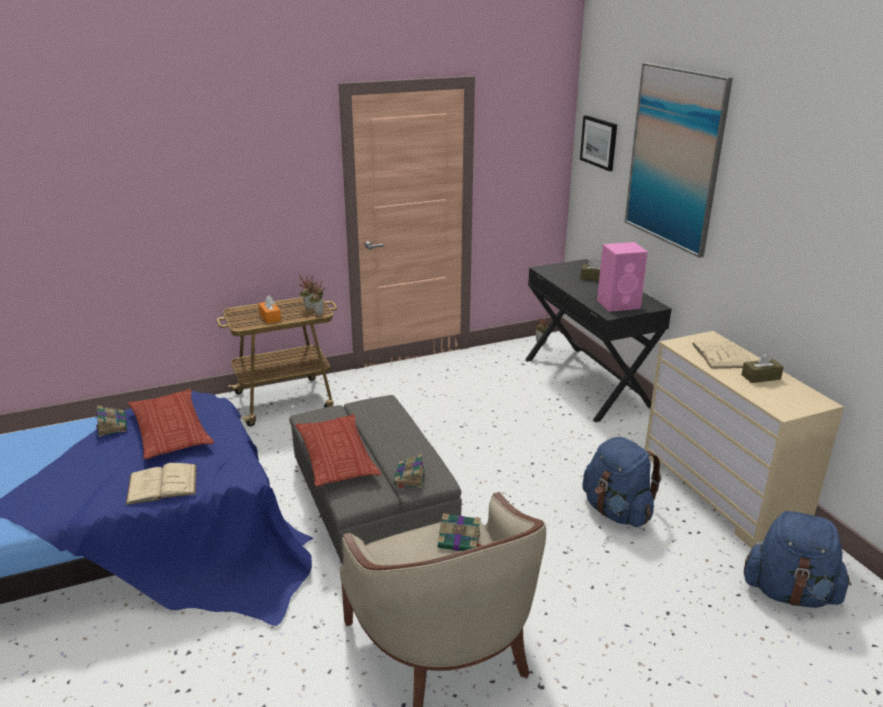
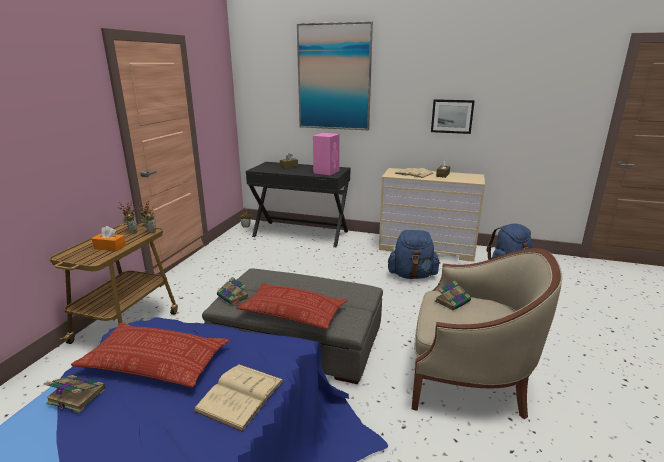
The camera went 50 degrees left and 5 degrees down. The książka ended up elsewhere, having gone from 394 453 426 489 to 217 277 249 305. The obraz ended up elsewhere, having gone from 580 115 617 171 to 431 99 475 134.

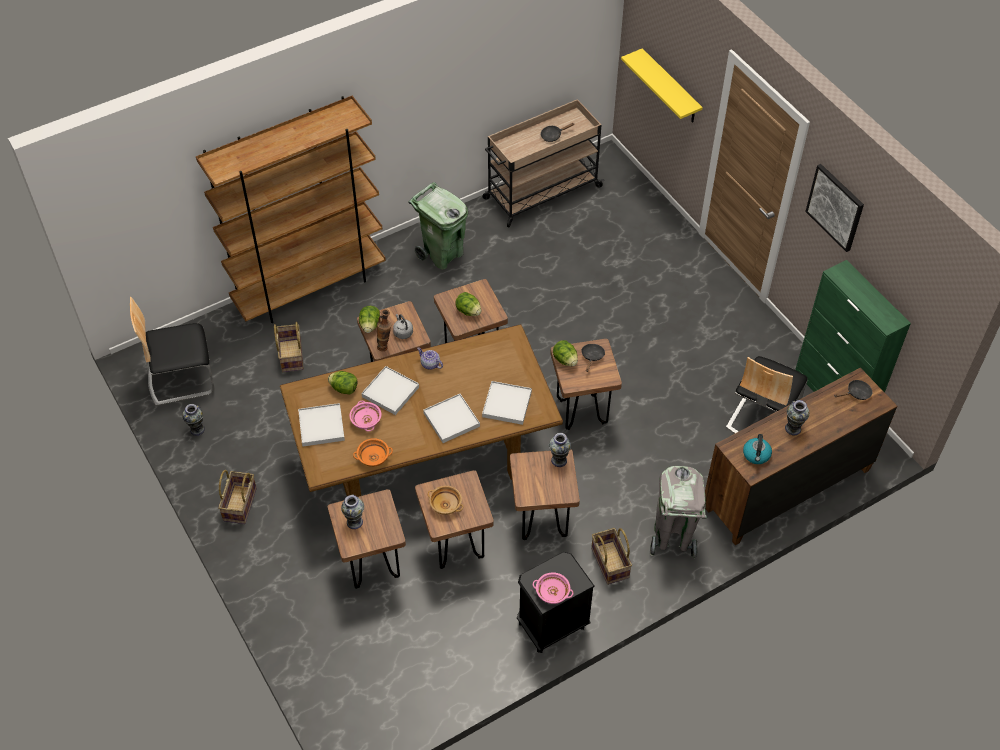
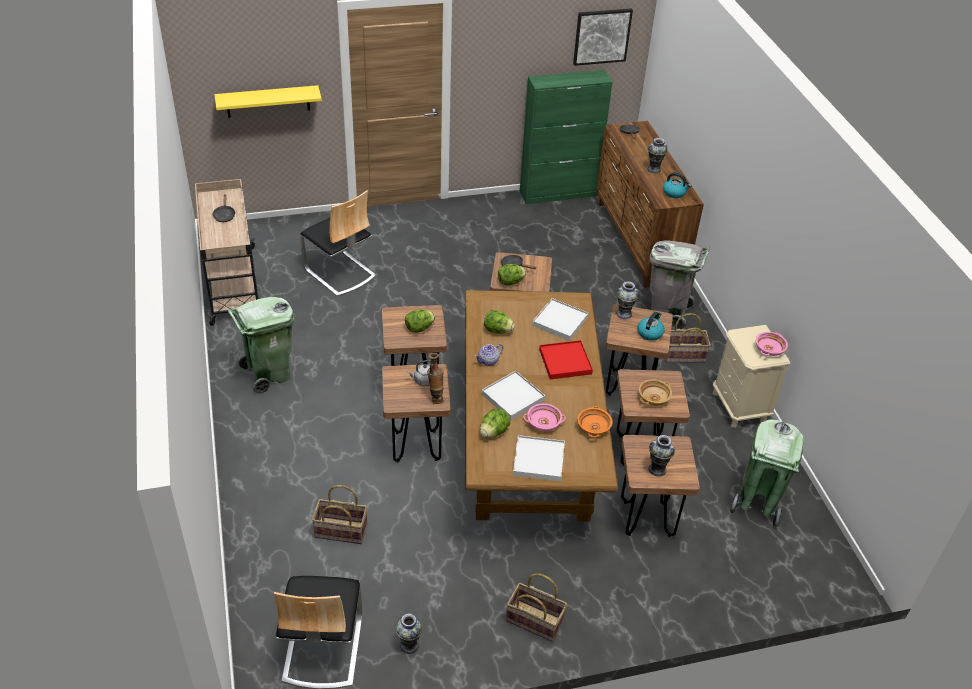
The camera went 75 degrees left and 10 degrees down. The krzesło ended up elsewhere, having gone from 726 356 808 434 to 300 190 376 296. The sałata ended up elsewhere, having gone from 359 306 380 333 to 484 310 515 334. What was the taca [biały] at 423 394 480 443 turned into the taca [czerwony] at 539 340 593 379. The obraz ended up elsewhere, having gone from 805 164 864 252 to 573 9 633 66. The second view gained the czajnik at 637 312 665 341. What was the szafka nocna [czarny] at 517 552 595 653 turned into the szafka nocna [beżowy] at 713 325 790 428. The second view gained the kosz na śmieci [zielony] at 729 419 804 528. The second view lost the regał [brązowy] at 196 96 386 323.

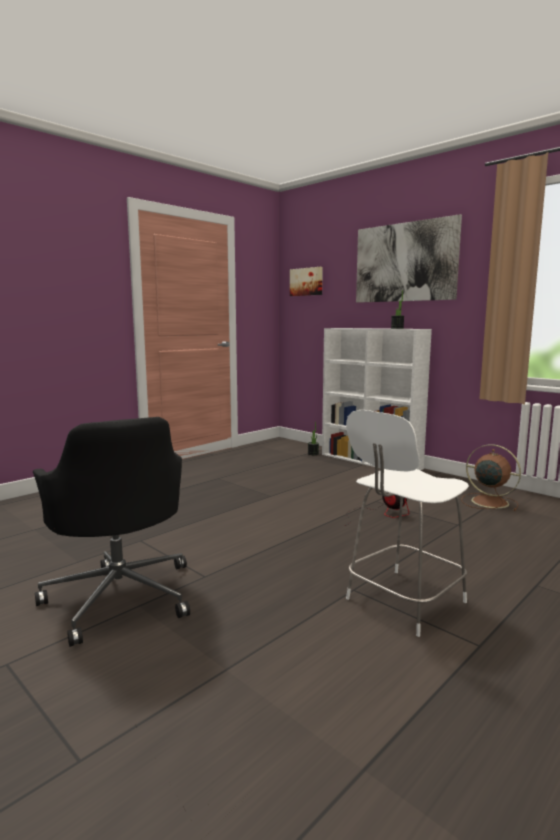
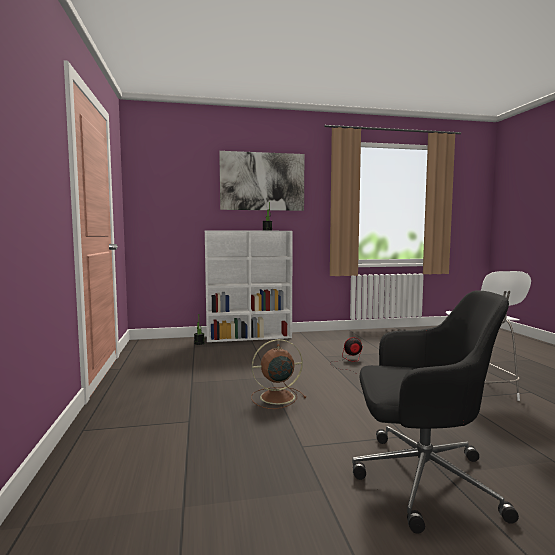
The camera went 55 degrees left and 5 degrees down. The wentylator [brązowy] ended up elsewhere, having gone from 461 444 521 511 to 251 339 306 409. The second view lost the obraz at 290 267 323 296.

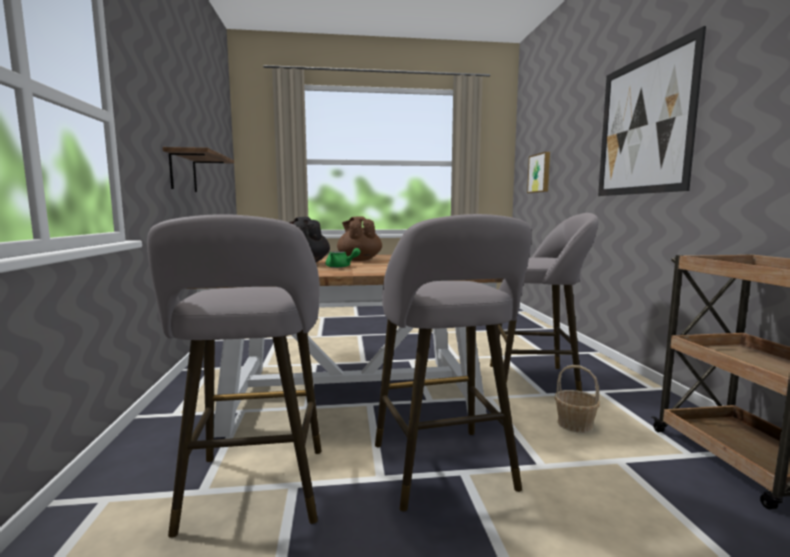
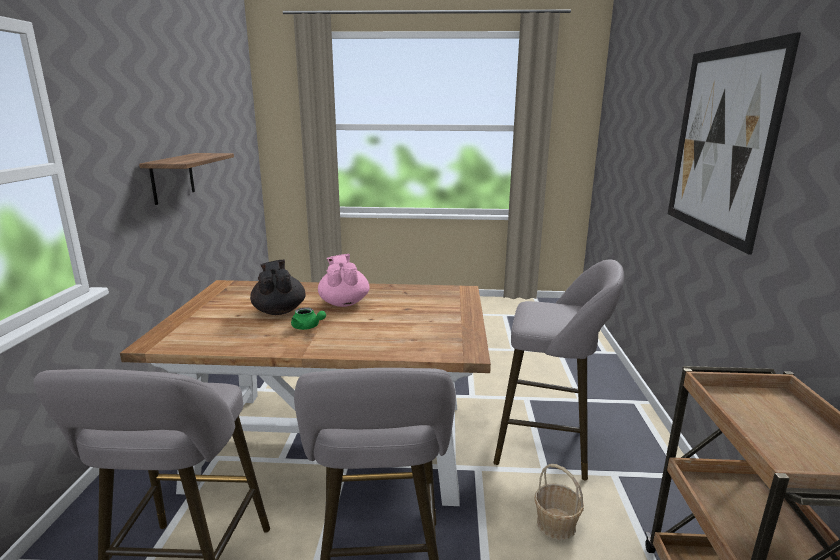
The camera went 10 degrees right and 10 degrees up. What was the imbryk [brązowy] at 337 216 382 261 turned into the imbryk [różowy] at 318 254 370 307. The second view lost the obraz at 527 152 550 193.

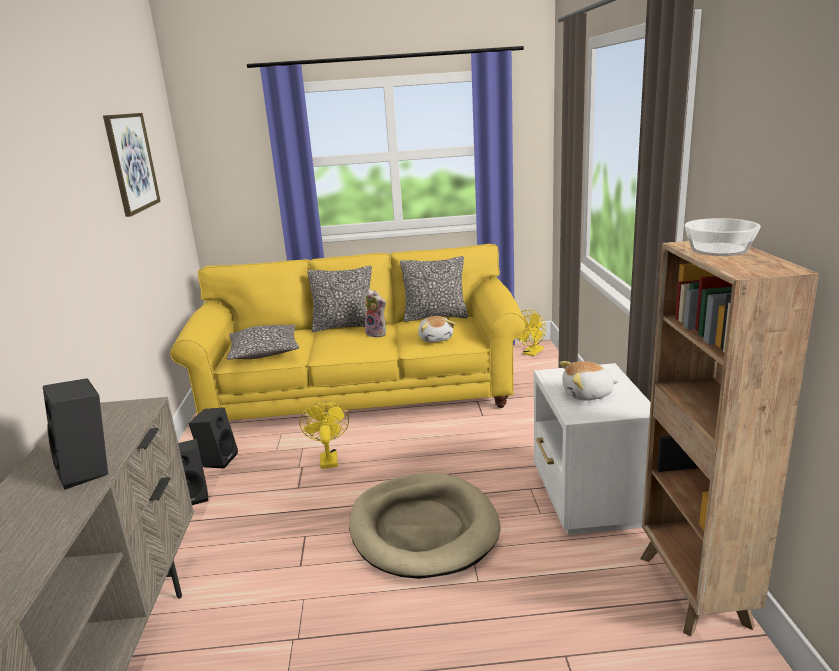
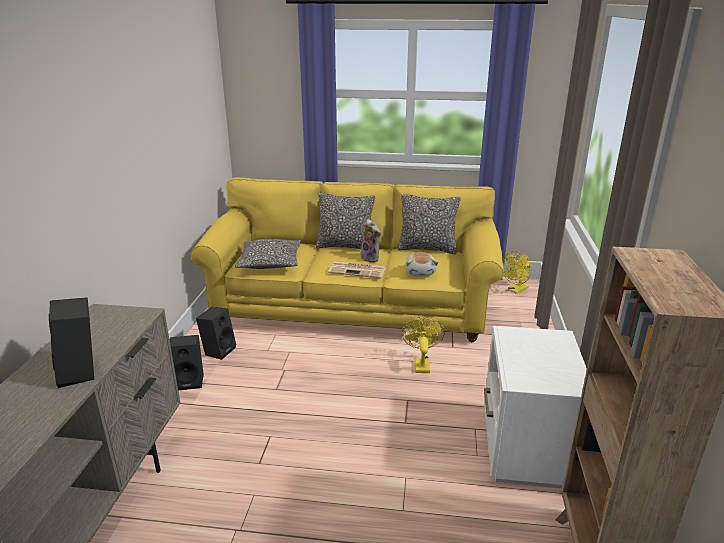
The camera went 10 degrees right and 5 degrees up. The second view gained the gazeta at 328 261 386 278. The wentylator [żółty] ended up elsewhere, having gone from 300 402 349 469 to 402 317 445 373. The second view lost the obraz at 103 113 161 217. The second view lost the legowisko [beżowy] at 349 473 501 579. The second view lost the pluszak at 559 361 619 400. The second view lost the miska at 685 218 761 256.

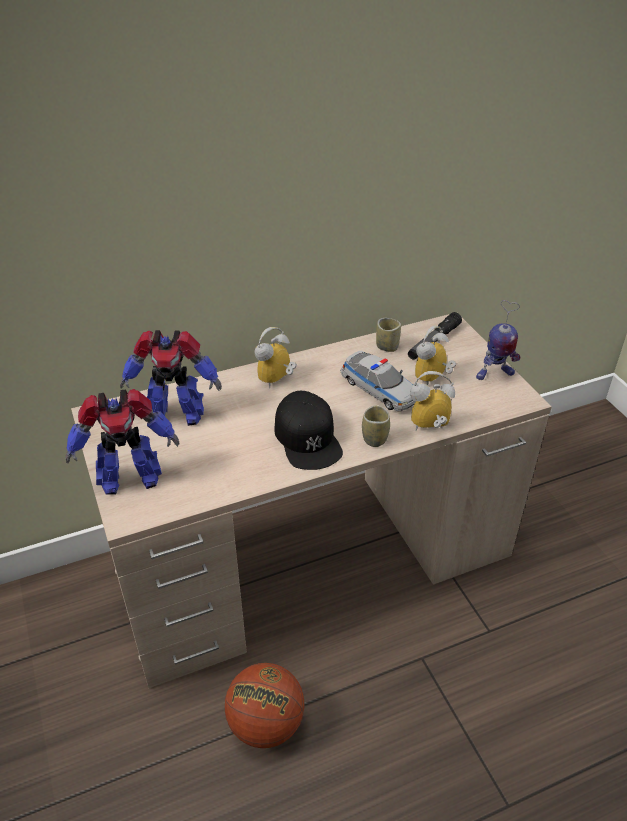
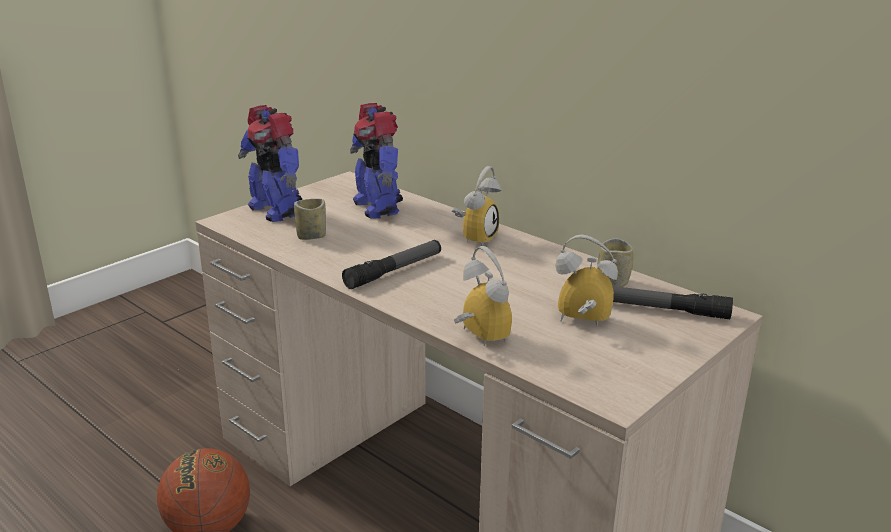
The camera went 65 degrees right and 15 degrees down. The filiżanka ended up elsewhere, having gone from 362 405 390 447 to 294 199 326 240. Where the czapka z daszkiem [czarny] stood at 275 391 343 470, the latarka came to stand at 342 240 441 289. The budzik at 254 327 297 388 ended up facing another way, 105 degrees clockwise from before. The second view lost the samochodzik at 340 351 416 411. The second view lost the robot zabawkowy at 476 300 520 380.

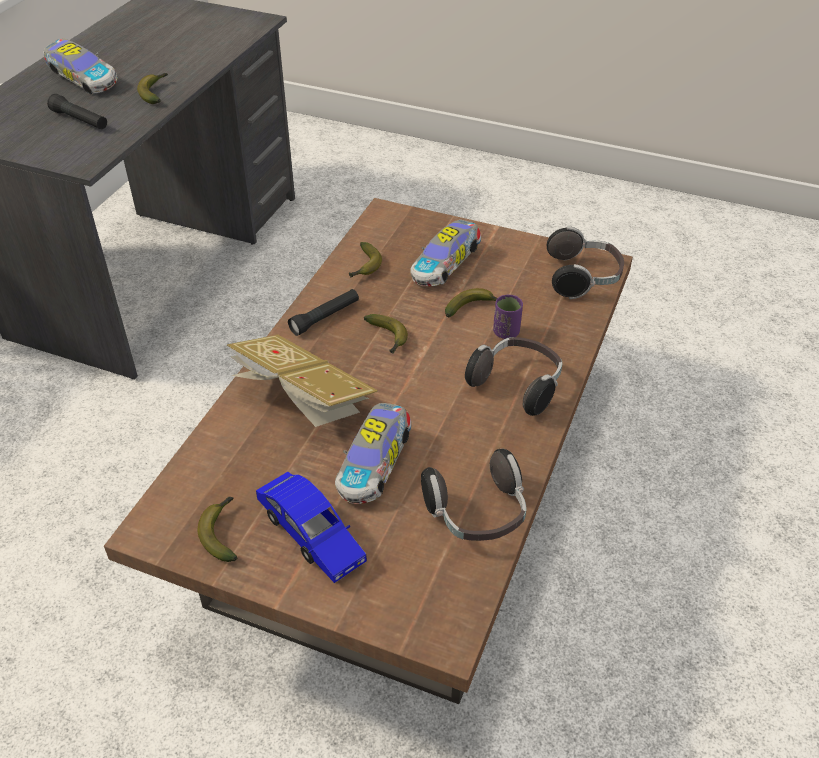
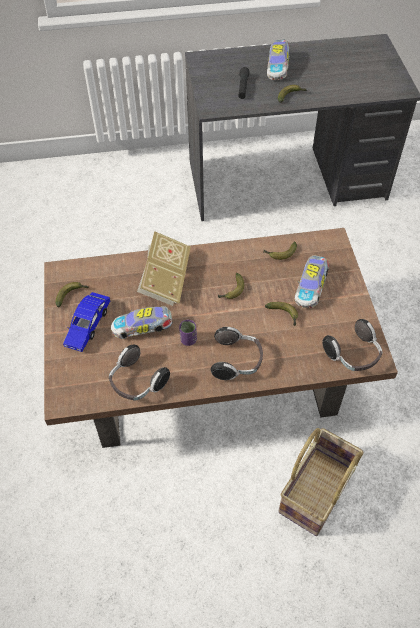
The camera went 60 degrees right and 10 degrees up. The filiżanka [fioletowy] ended up elsewhere, having gone from 493 295 523 339 to 179 320 197 346. The second view gained the koszyk at 278 428 364 536. The samochodzik at 410 220 481 286 ended up facing another way, 75 degrees counterclockwise from before. The second view lost the latarka [czarny] at 288 289 359 336.

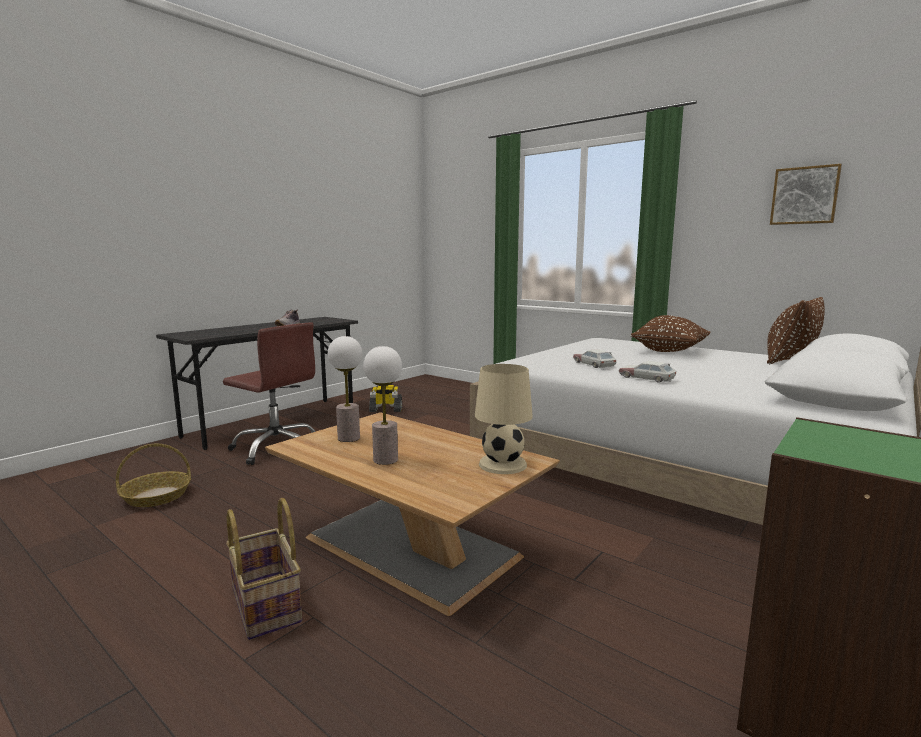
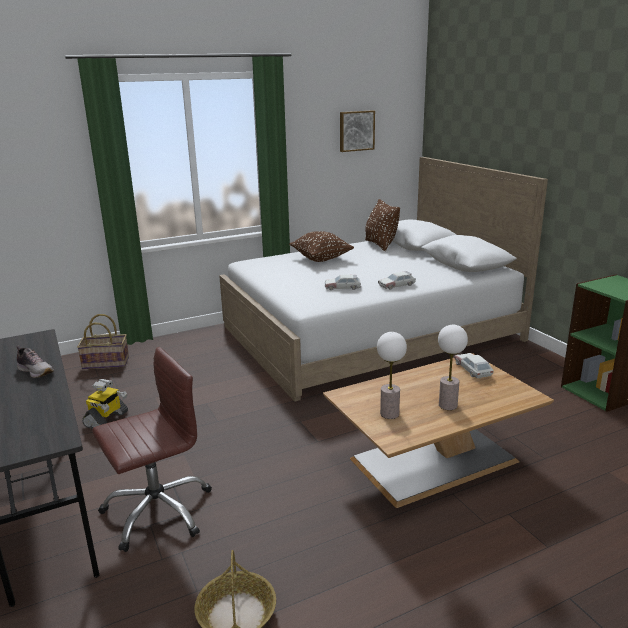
The camera went 65 degrees left and 10 degrees up. The koszyk ended up elsewhere, having gone from 226 498 302 640 to 77 314 129 369. Where the lampa stołowa [beżowy] stood at 475 364 533 474, the samochodzik came to stand at 454 353 494 379.

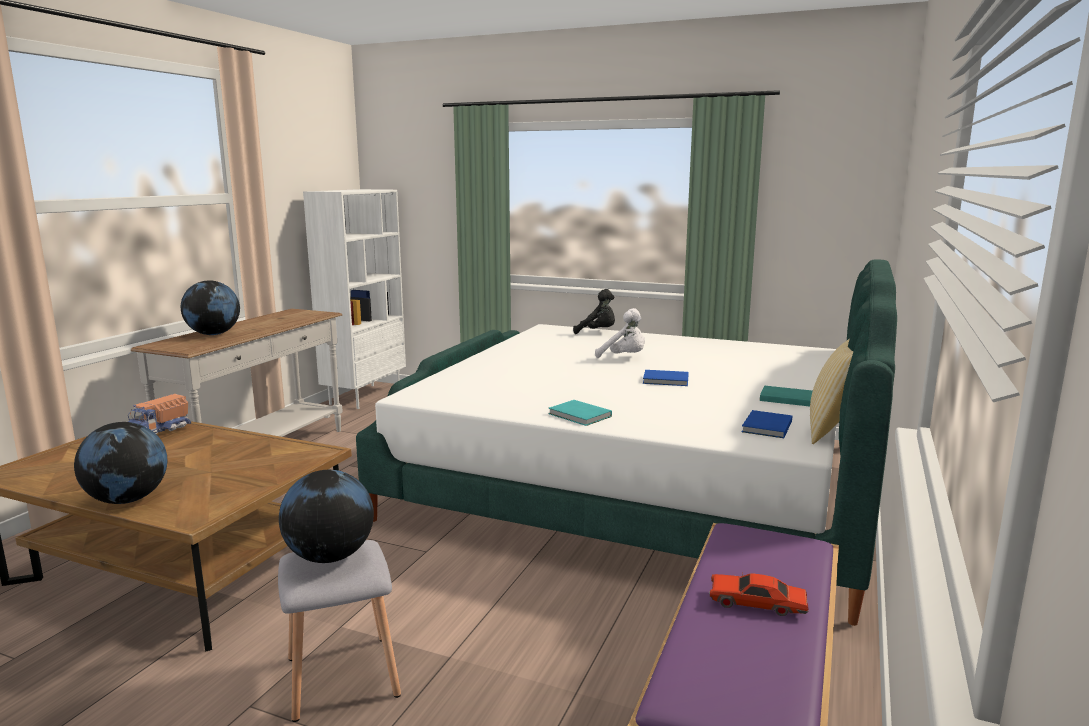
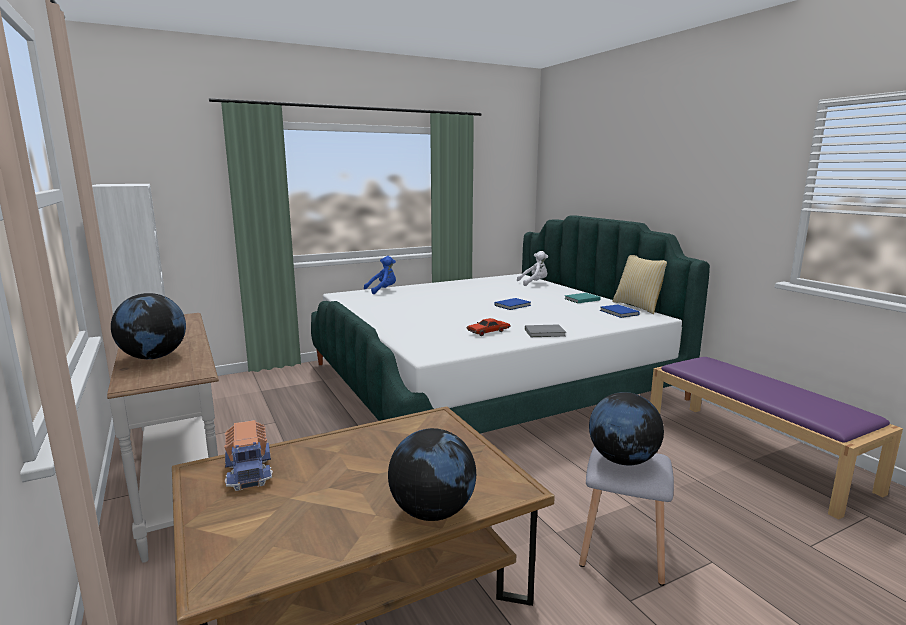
The camera went 50 degrees left and 0 degrees up. What was the pluszak [czarny] at 573 289 615 334 turned into the pluszak [niebieski] at 364 256 396 294. The samochodzik [czerwony] ended up elsewhere, having gone from 709 572 809 616 to 467 318 510 336. The pluszak [biały] ended up elsewhere, having gone from 595 308 645 358 to 517 251 548 286. What was the książka [turkusowy] at 548 400 612 426 turned into the książka [szary] at 525 324 566 337.

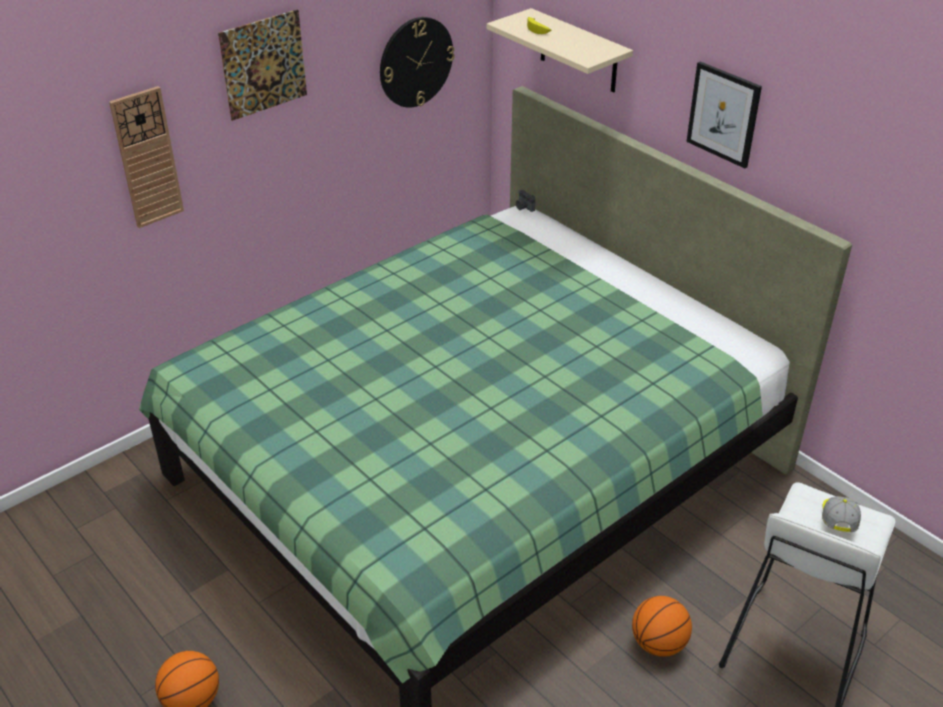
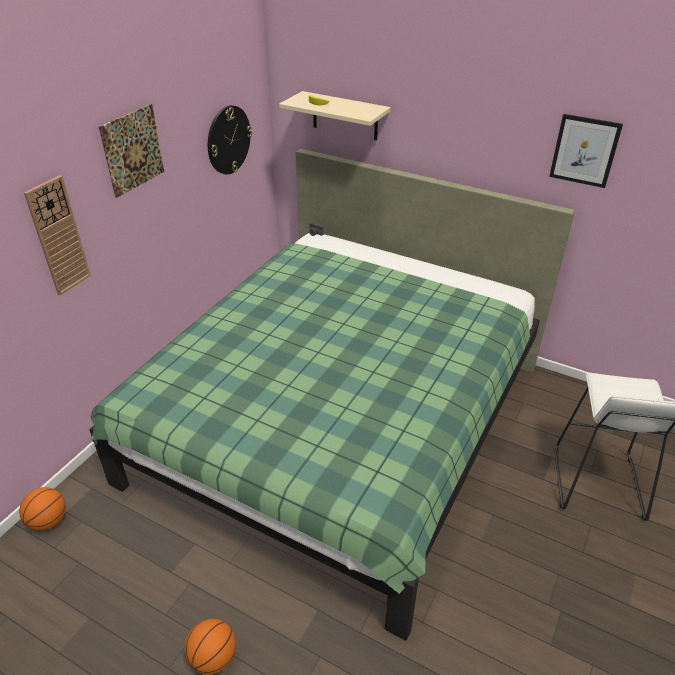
The camera went 20 degrees left and 0 degrees up. The piłka do koszykówki ended up elsewhere, having gone from 632 596 692 657 to 19 487 66 531. The obraz ended up elsewhere, having gone from 686 62 762 168 to 549 114 623 188. The second view lost the czapka z daszkiem at 822 496 861 532.

